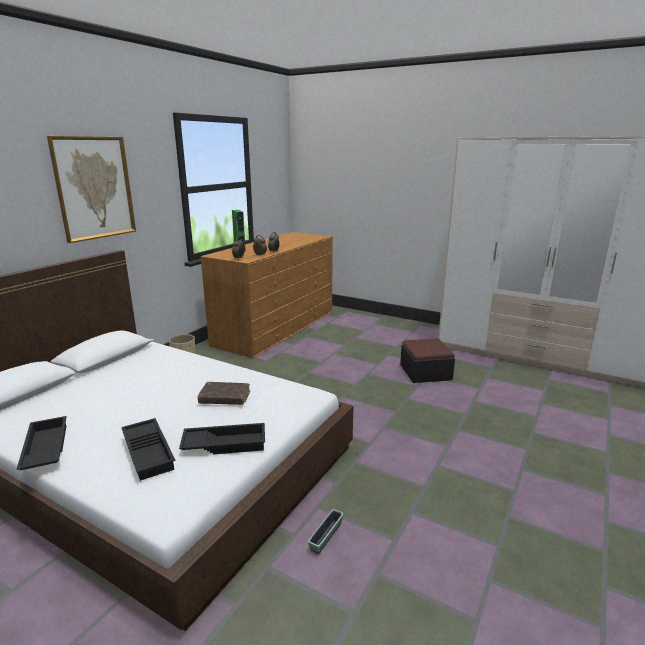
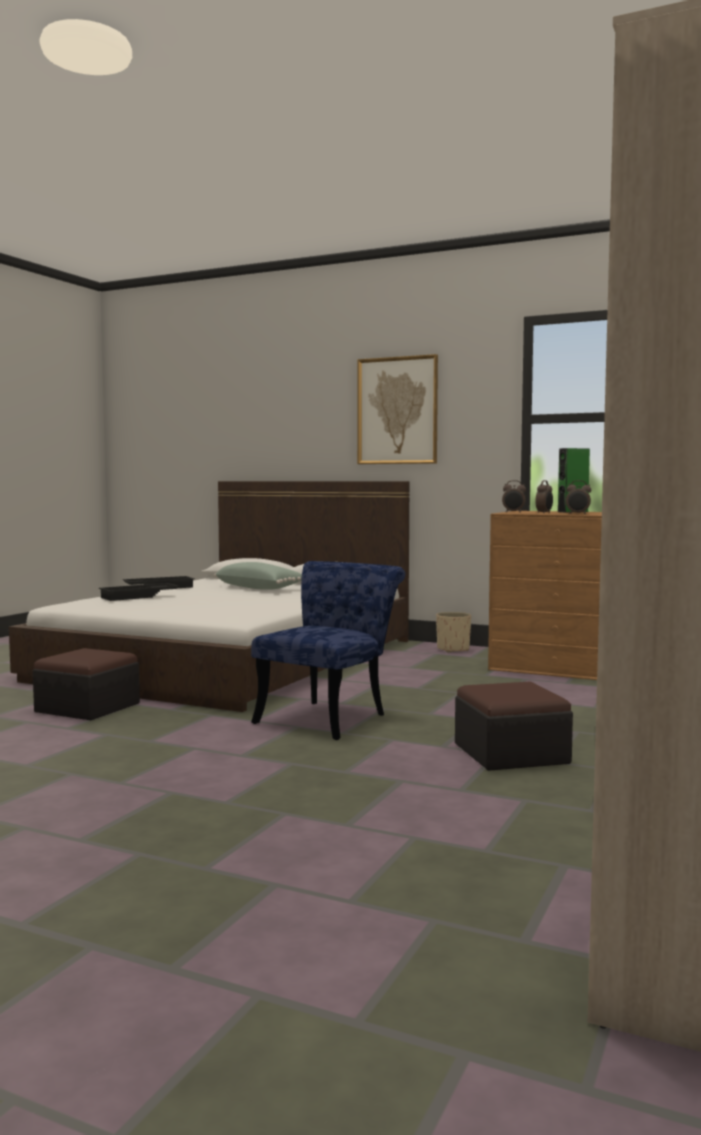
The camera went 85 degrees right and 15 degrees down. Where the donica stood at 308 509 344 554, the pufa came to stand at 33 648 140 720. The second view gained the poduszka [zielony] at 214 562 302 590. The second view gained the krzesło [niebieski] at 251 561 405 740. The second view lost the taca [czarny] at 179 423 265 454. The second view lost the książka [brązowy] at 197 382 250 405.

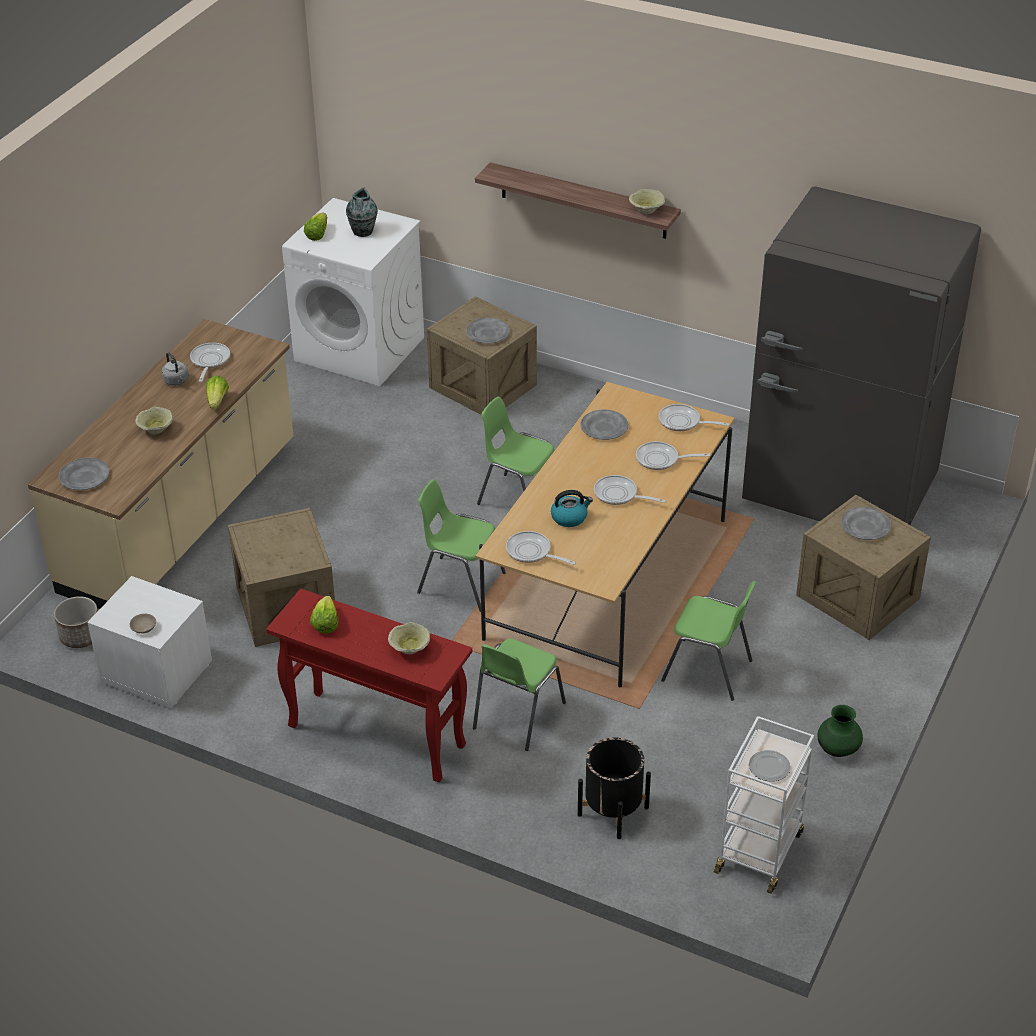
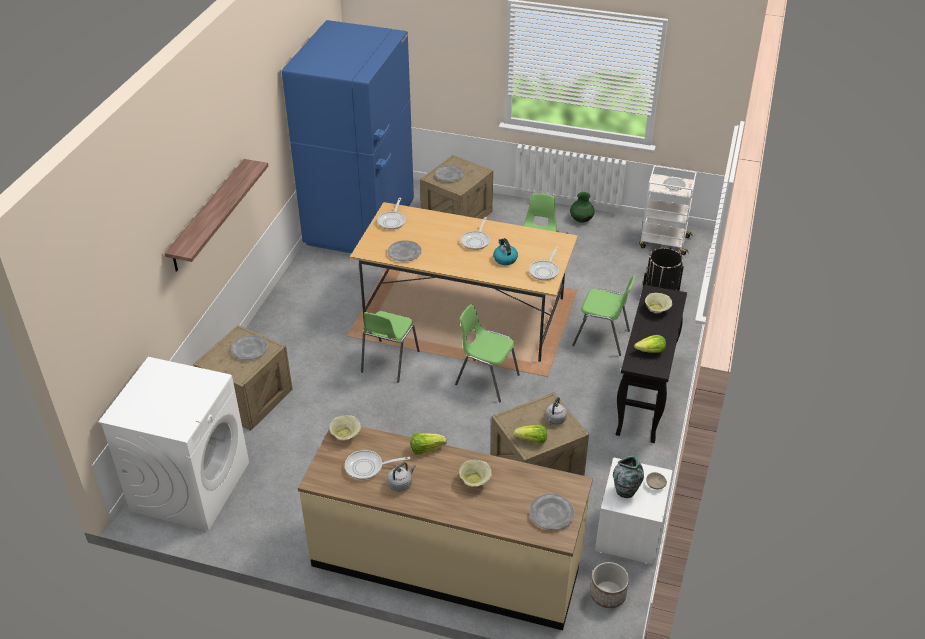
The camera went 100 degrees left and 0 degrees up. What was the lodówka [szary] at 742 186 981 525 turned into the lodówka [niebieski] at 282 20 414 253. The miska [beżowy] ended up elsewhere, having gone from 629 189 665 214 to 329 415 361 441. The krzesło [zielony] at 417 480 506 612 ended up facing another way, 105 degrees clockwise from before. The sałata ended up elsewhere, having gone from 304 212 327 241 to 514 425 547 444. The second view gained the czajnik [szary] at 545 397 567 425. The wazon ended up elsewhere, having gone from 346 187 378 237 to 613 455 644 498. What was the stolik konsolowy [czerwony] at 266 588 472 782 turned into the stolik konsolowy [czarny] at 616 285 687 443. The second view lost the patelnia at 636 441 710 470.

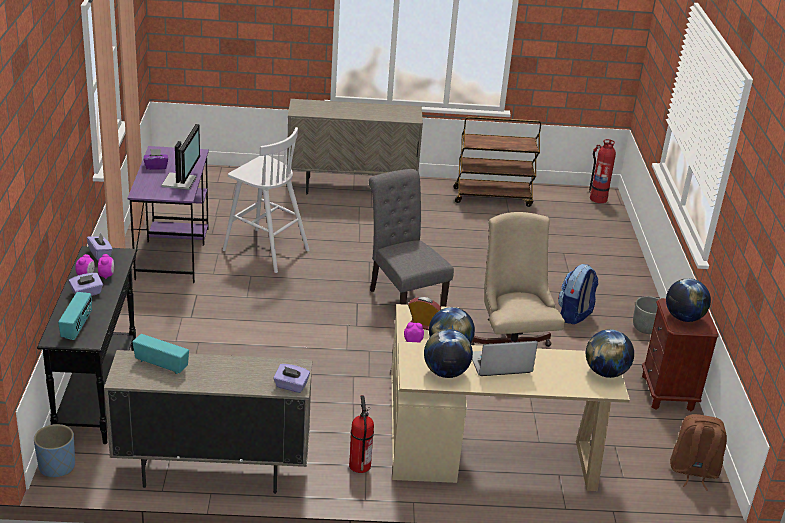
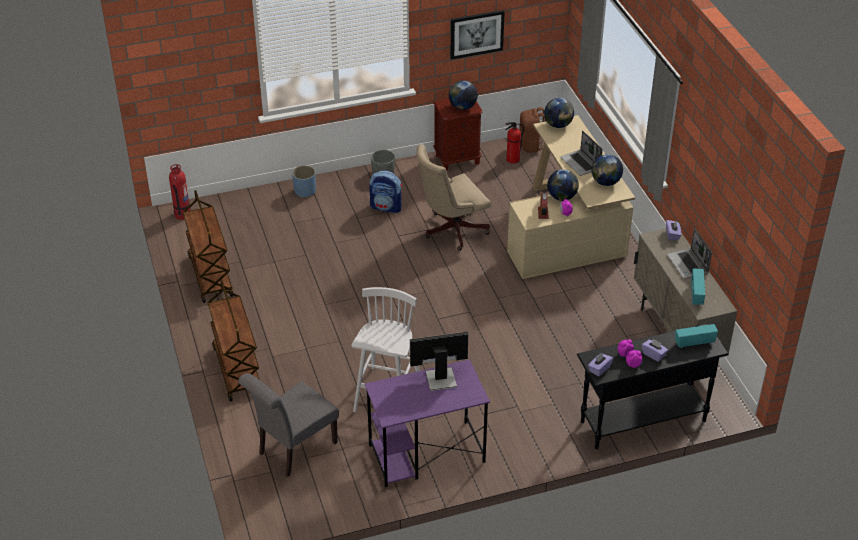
The camera went 105 degrees left and 10 degrees up. Where the szafka [beżowy] stood at 287 99 423 195, the wózek [brązowy] came to stand at 208 280 259 402. The krzesło [szary] ended up elsewhere, having gone from 369 169 454 307 to 238 373 339 477. The donica [niebieski] ended up elsewhere, having gone from 34 424 75 477 to 292 165 316 198. The second view gained the obraz at 450 10 505 60. The gaśnica ended up elsewhere, having gone from 349 395 374 473 to 505 122 524 164. The second view gained the laptop at 667 229 712 279. The second view lost the pudełko chusteczek [fioletowy] at 144 149 168 170.

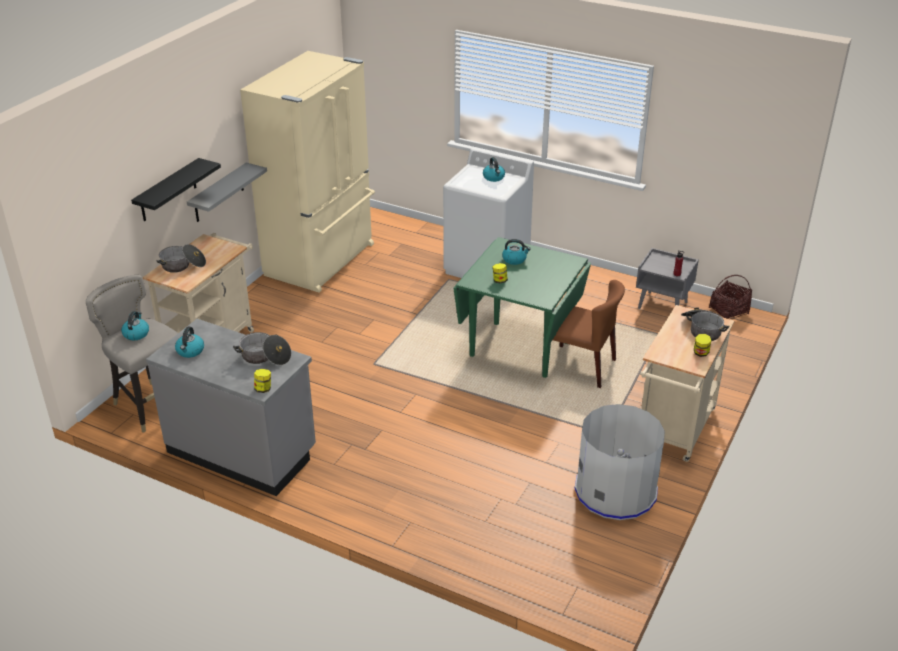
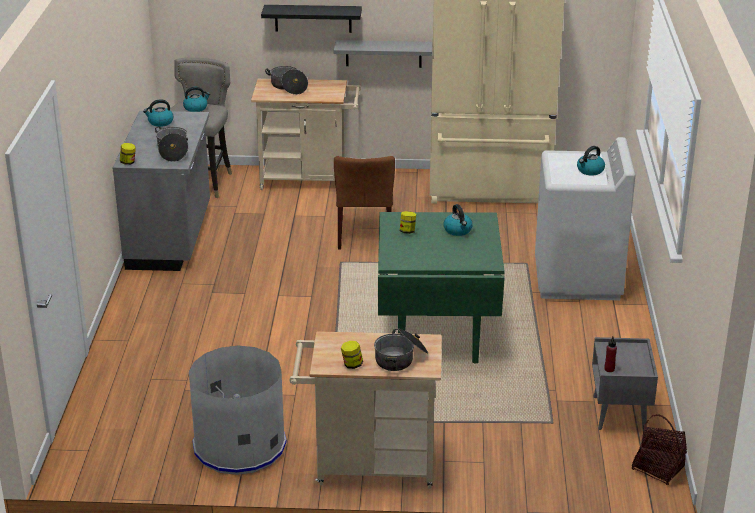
The camera went 65 degrees right and 5 degrees down. The krzesło [brązowy] ended up elsewhere, having gone from 543 280 625 388 to 334 156 395 250.

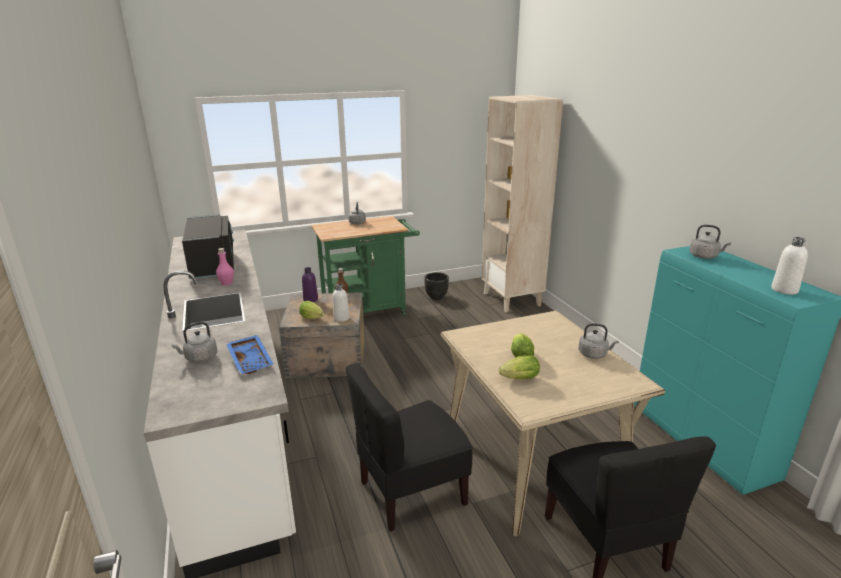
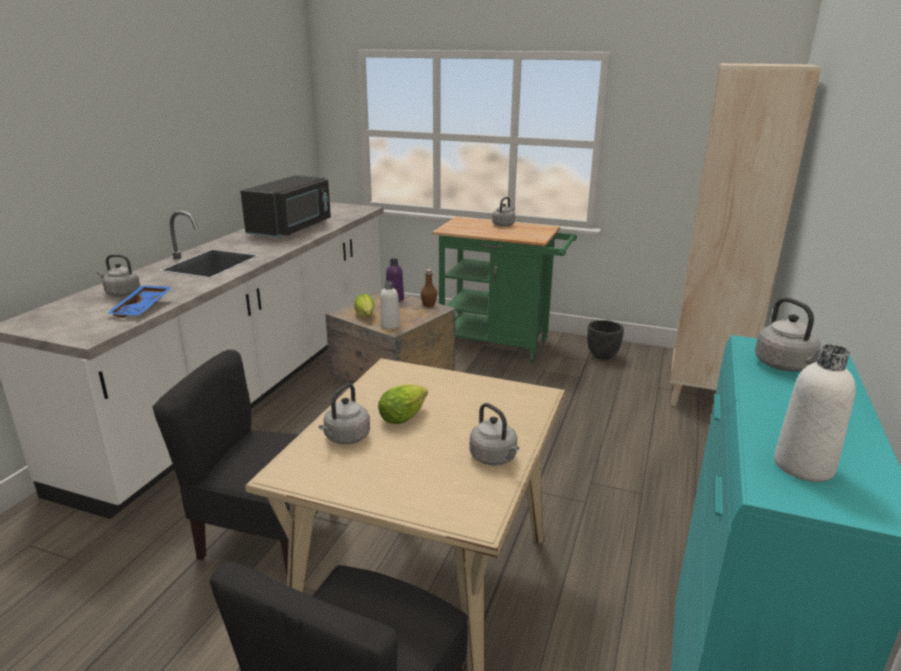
The camera went 40 degrees right and 0 degrees up. Where the sałata stood at 499 355 540 380, the czajnik [szary] came to stand at 319 383 370 444. The second view lost the butelka [różowy] at 216 248 234 285.

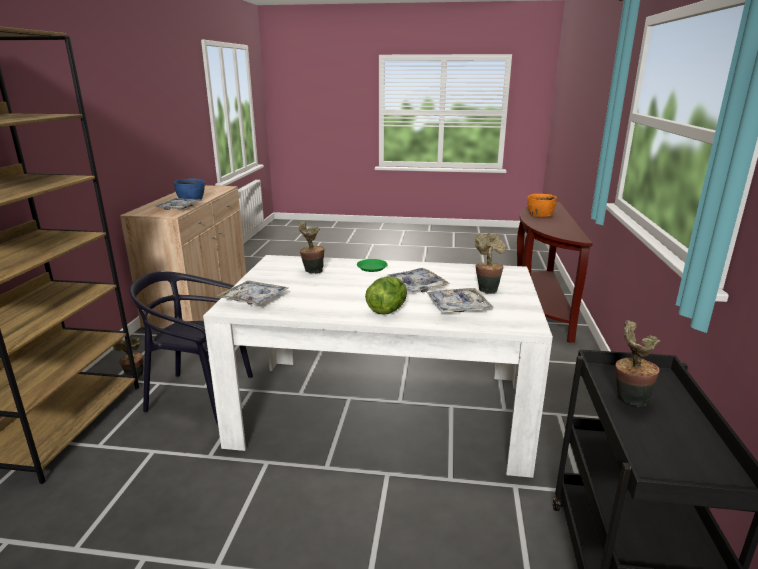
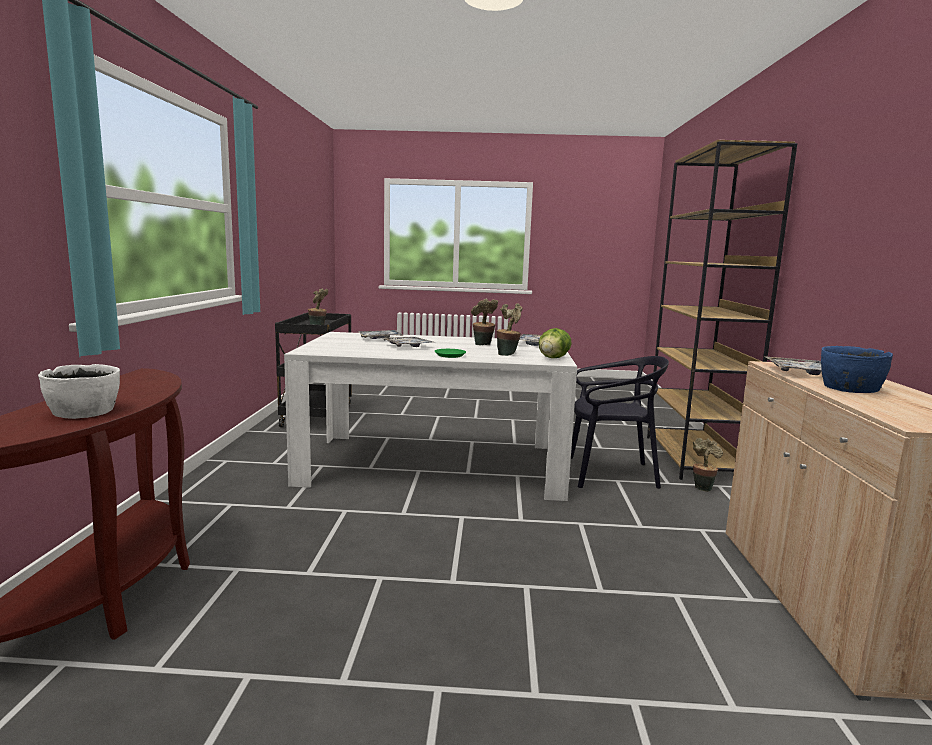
The camera went 175 degrees right and 10 degrees down. What was the miska [pomarańczowy] at 527 194 557 217 turned into the miska [biały] at 38 364 120 419. The roślina doniczkowa ended up elsewhere, having gone from 475 233 506 294 to 471 299 498 345. The sałata ended up elsewhere, having gone from 365 276 407 314 to 539 328 572 358.

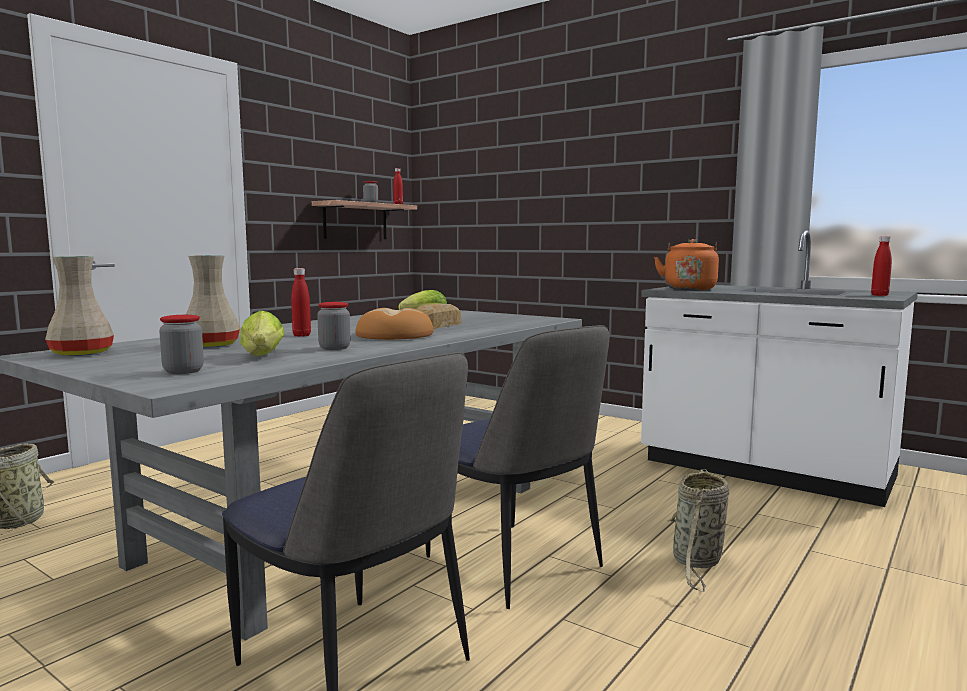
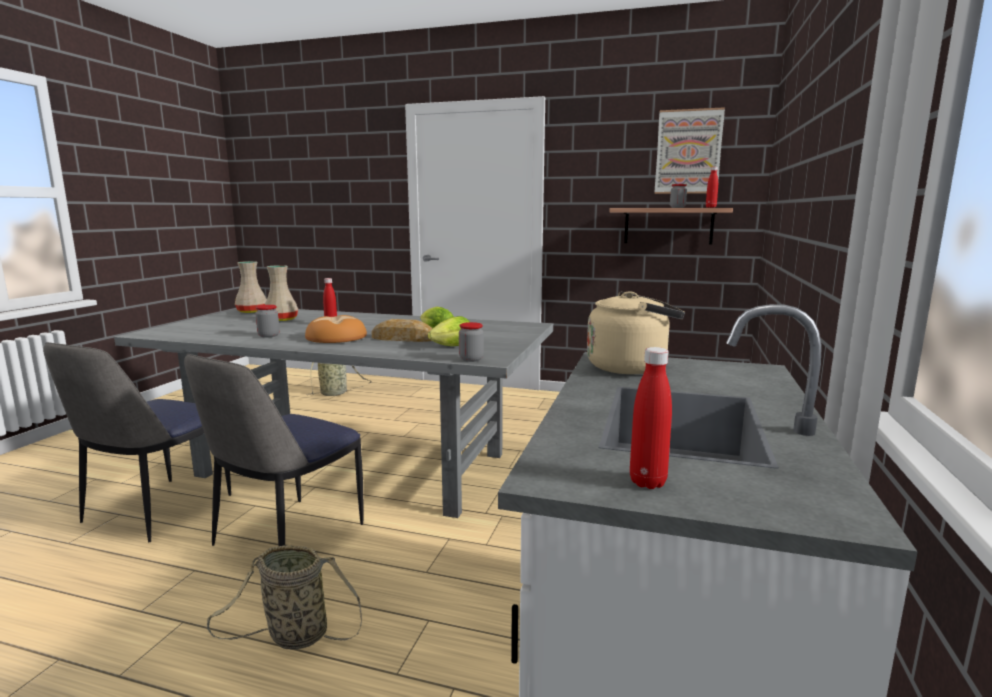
The camera went 70 degrees right and 5 degrees up. The sałata ended up elsewhere, having gone from 240 311 285 356 to 428 316 470 346. The słoik ended up elsewhere, having gone from 159 315 204 374 to 459 322 484 362. What was the czajnik [pomarańczowy] at 654 239 719 290 turned into the czajnik [beżowy] at 587 291 685 374. The second view gained the obraz at 654 107 725 194.

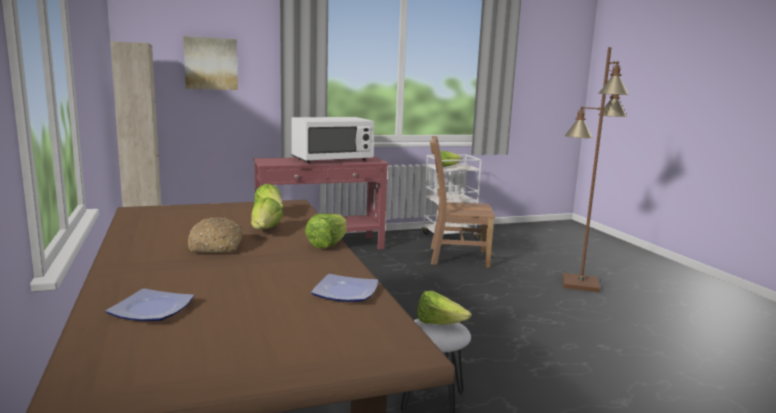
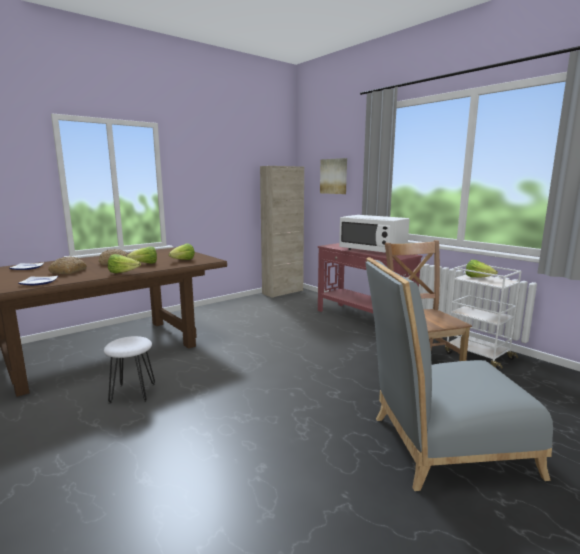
The camera went 70 degrees right and 0 degrees up. The second view gained the chleb at 48 256 87 274. Where the lampa stojąca [brązowy] stood at 563 47 629 292, the krzesło [szary] came to stand at 366 257 553 491. The second view lost the sałata at 417 291 472 325.

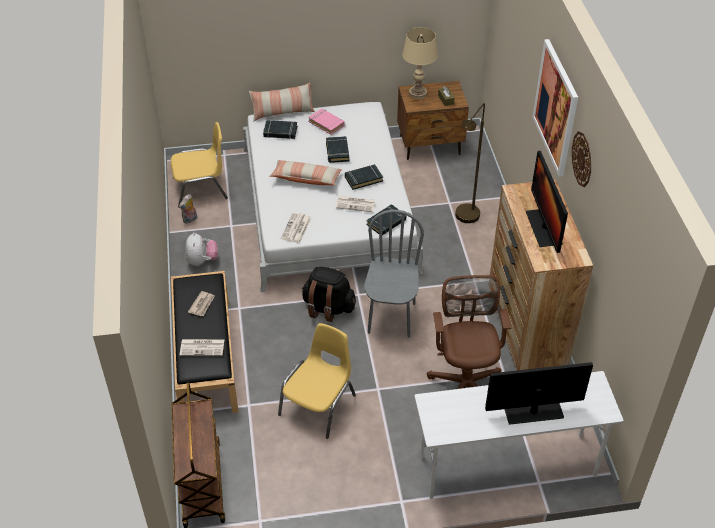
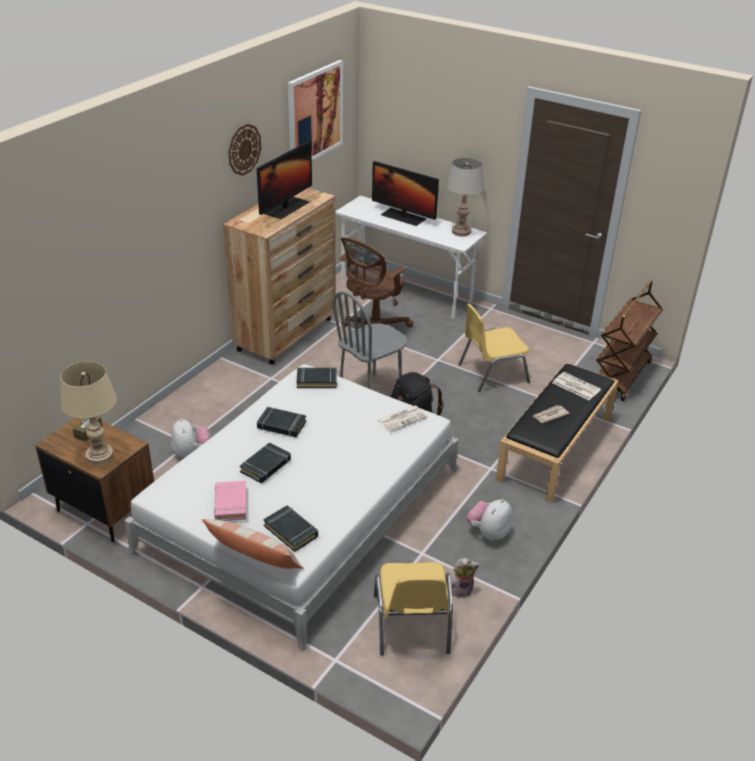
The camera went 140 degrees left and 10 degrees down. The second view gained the pluszak at 171 418 210 458. The obraz ended up elsewhere, having gone from 532 39 578 176 to 288 60 343 161. The krzesło [żółty] at 171 122 228 208 ended up facing another way, 120 degrees counterclockwise from before. The second view gained the lampa stołowa [szary] at 446 158 484 237. The second view lost the poduszka at 269 160 342 186. The second view lost the gazeta at 336 196 375 212. The second view lost the lampa stojąca [brązowy] at 455 103 485 223.

